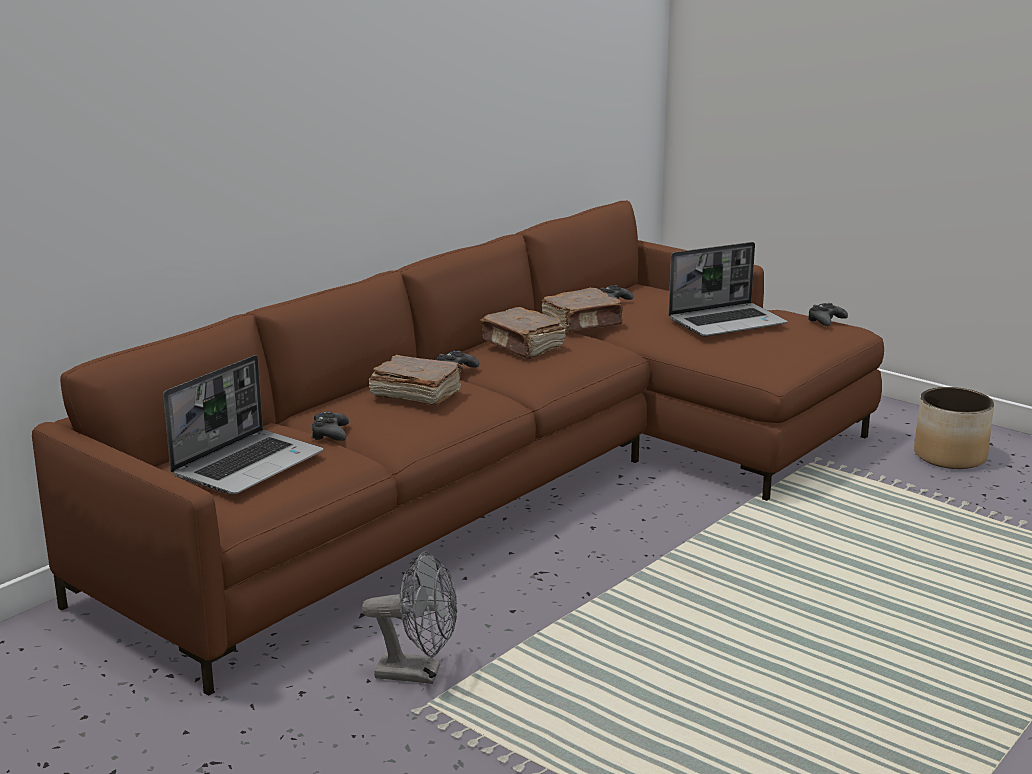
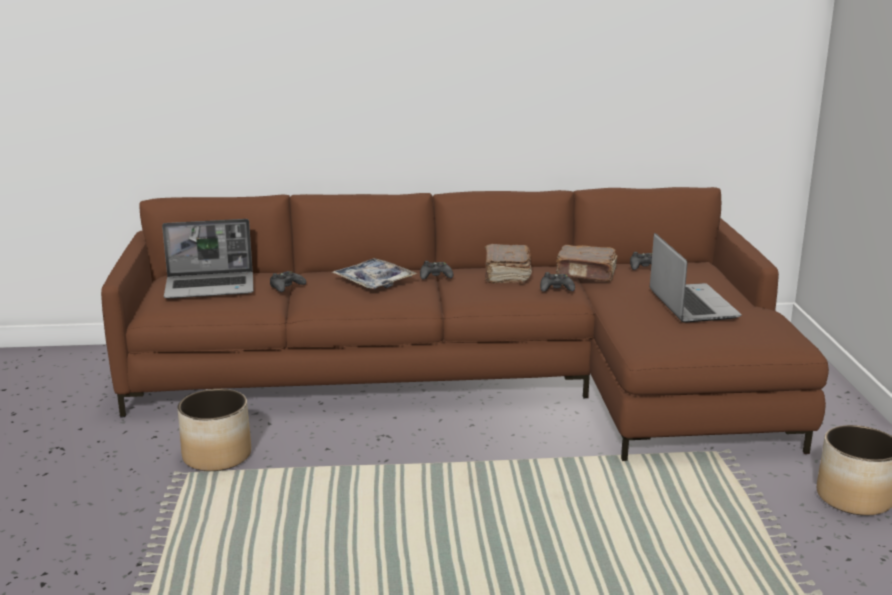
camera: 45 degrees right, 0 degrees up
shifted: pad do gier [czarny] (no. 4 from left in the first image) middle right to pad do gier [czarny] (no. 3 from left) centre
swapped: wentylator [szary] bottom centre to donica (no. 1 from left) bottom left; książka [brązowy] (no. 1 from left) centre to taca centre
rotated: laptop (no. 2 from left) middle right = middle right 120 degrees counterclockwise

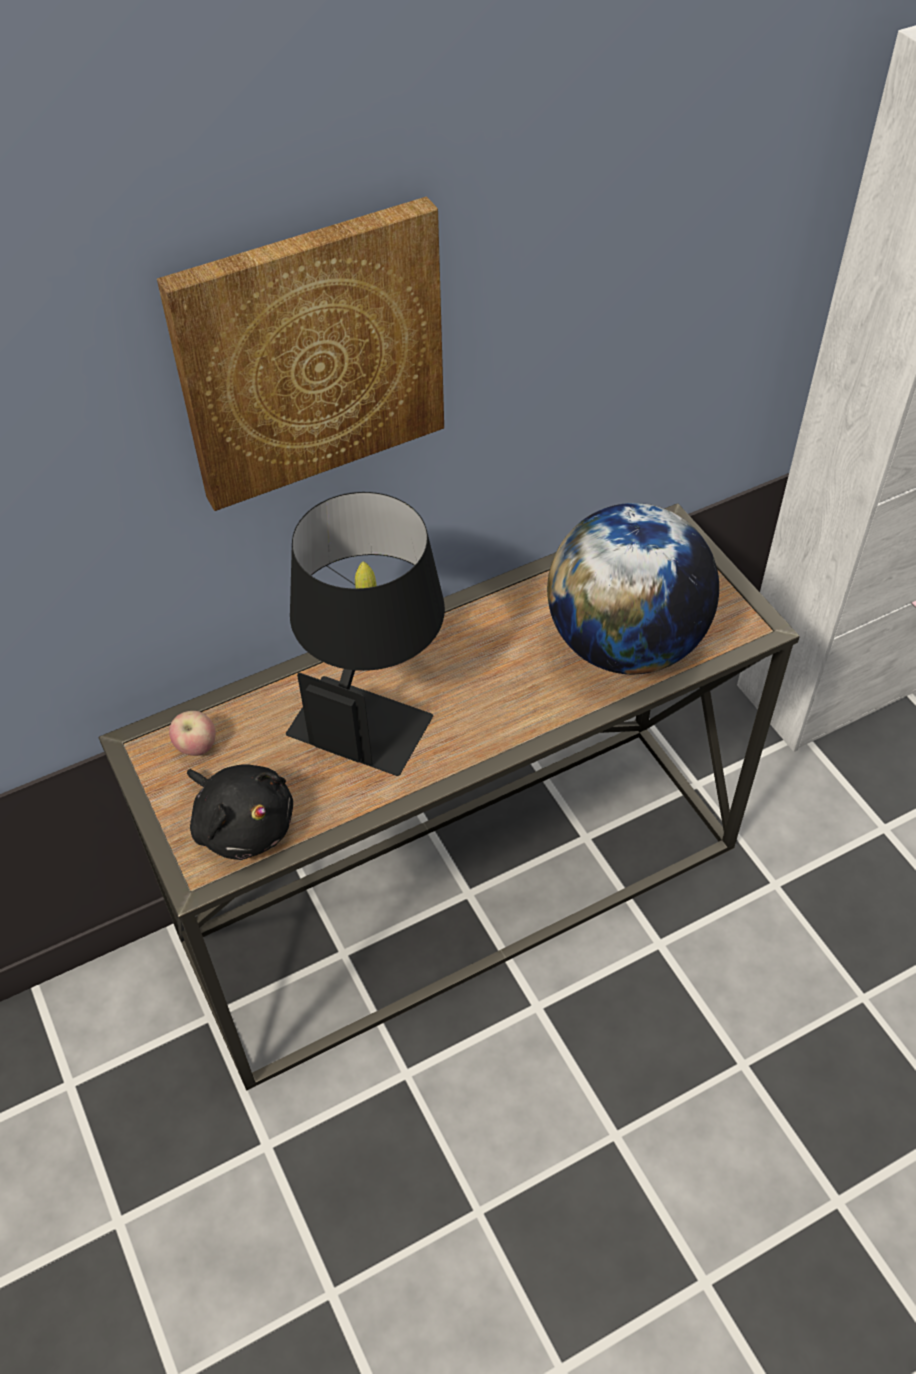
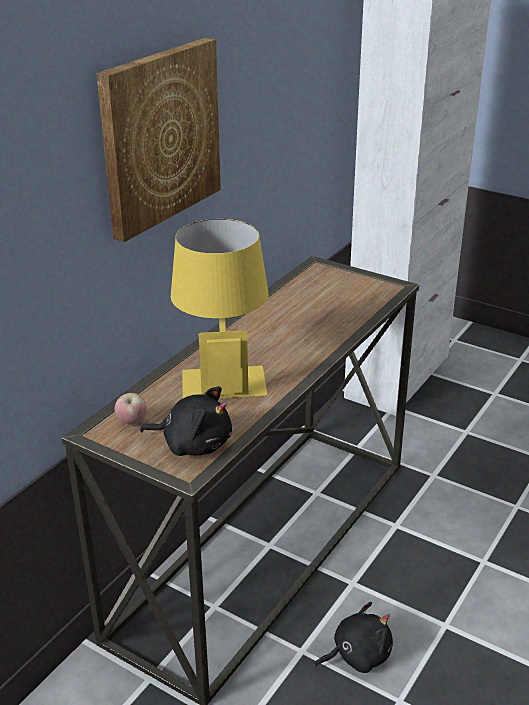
camera: 30 degrees left, 20 degrees down
gone: globus middle right
new: pluszak [czarny] (no. 2 from left) bottom right
repainted: lampa stołowa [czarny] centre to lampa stołowa [żółty] centre

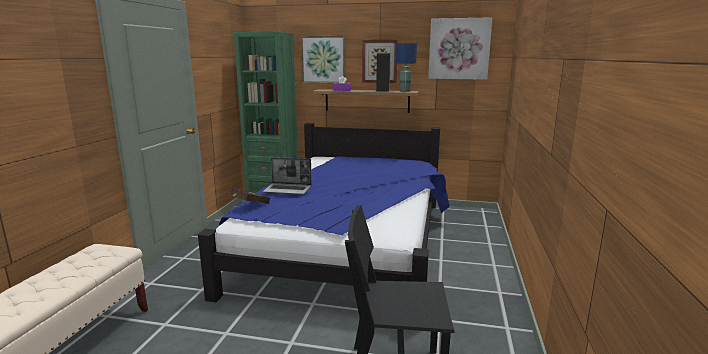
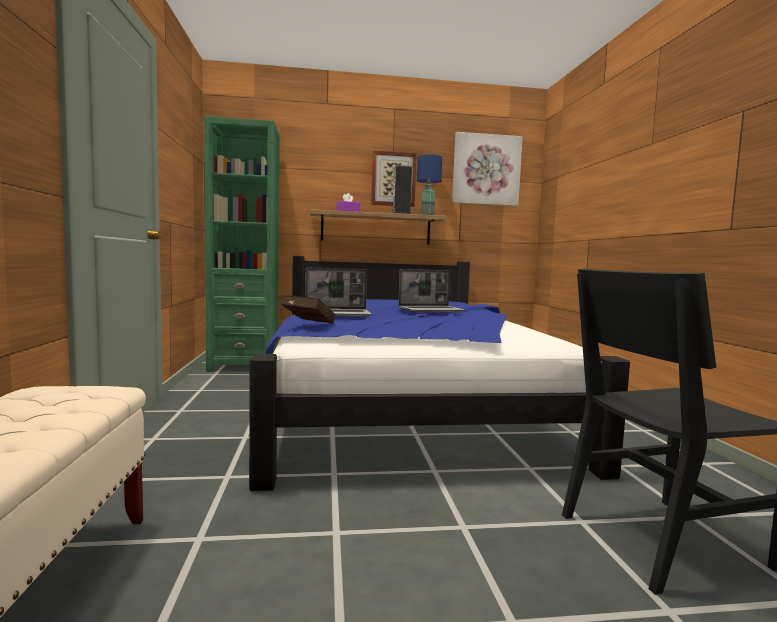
camera: 20 degrees left, 10 degrees down
gone: obraz (no. 1 from left) top centre
new: laptop (no. 2 from left) centre

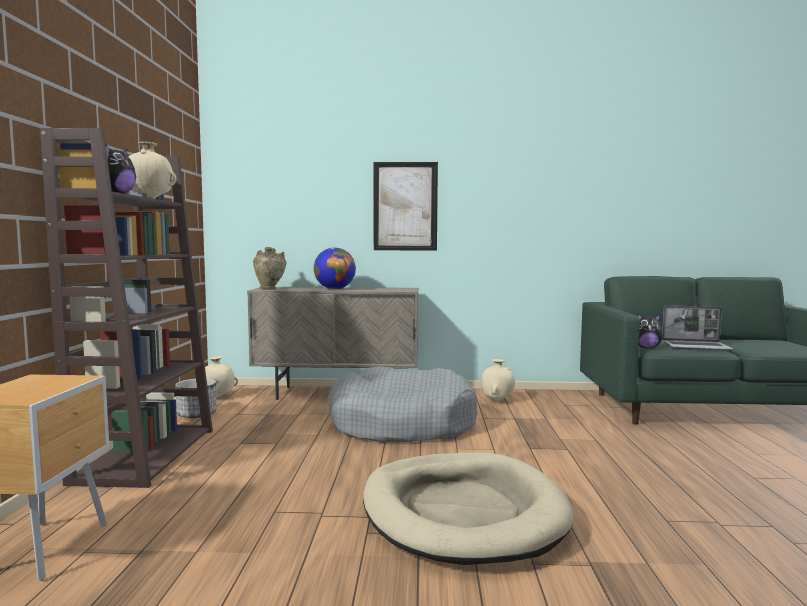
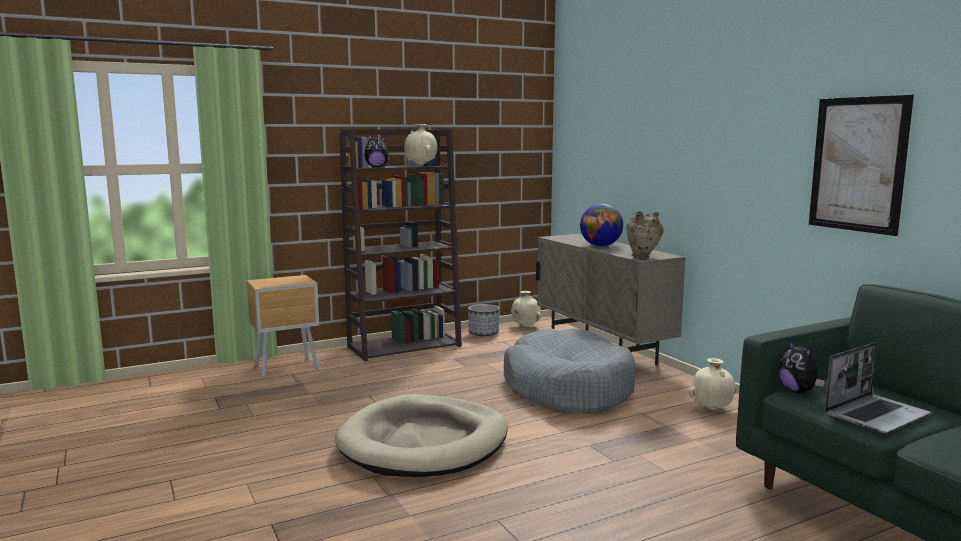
camera: 60 degrees right, 5 degrees up
shifted: wazon [beżowy] (no. 3 from left) centre to middle right; obraz centre to top right
rotated: laptop middle right = bottom right 105 degrees counterclockwise

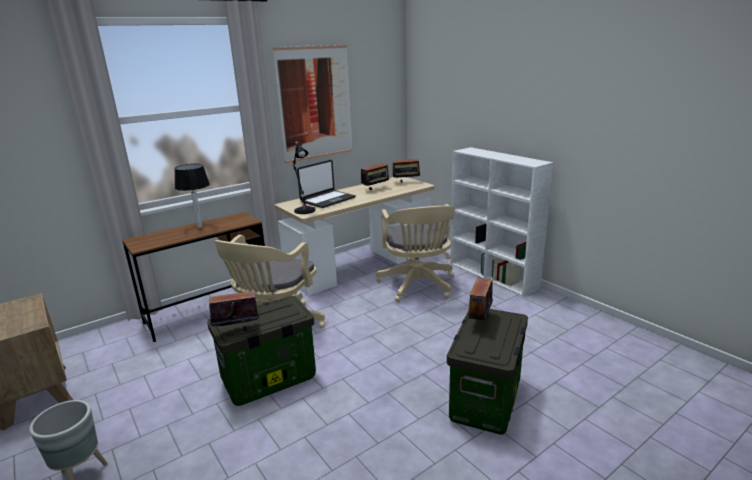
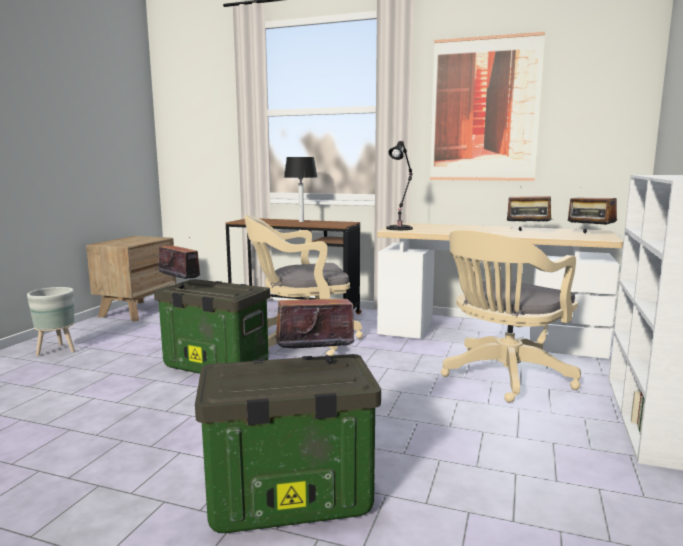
camera: 55 degrees right, 10 degrees down
gone: laptop centre

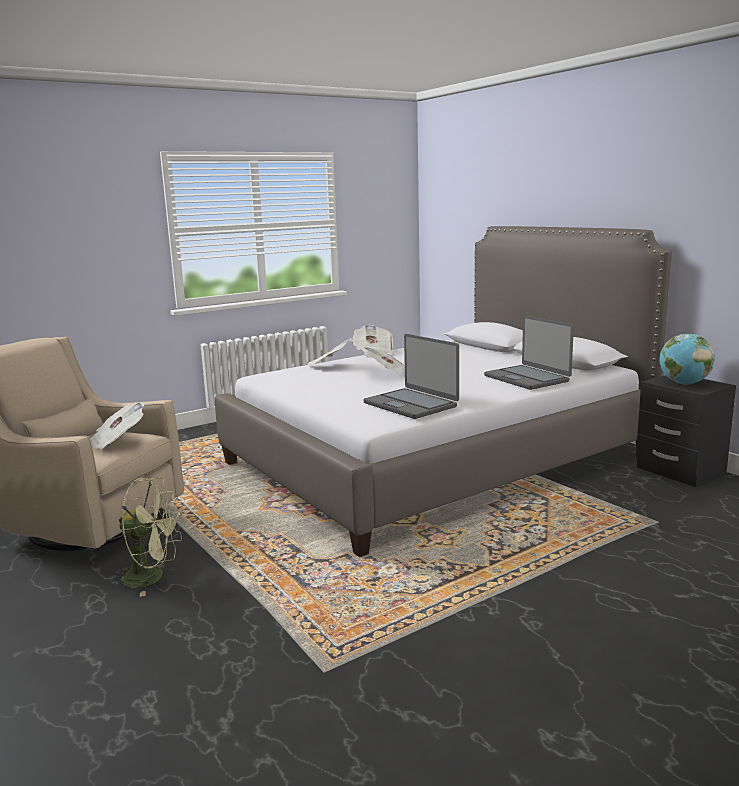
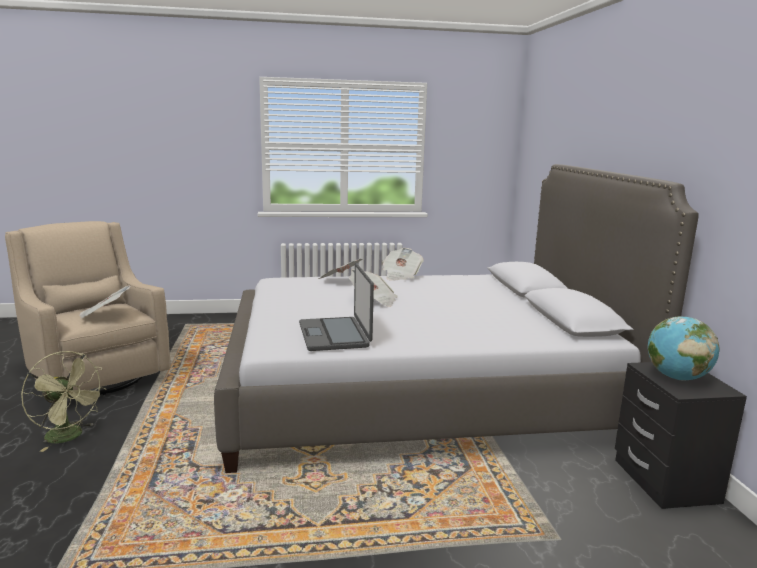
camera: 25 degrees right, 0 degrees up
gone: laptop (no. 2 from left) middle right

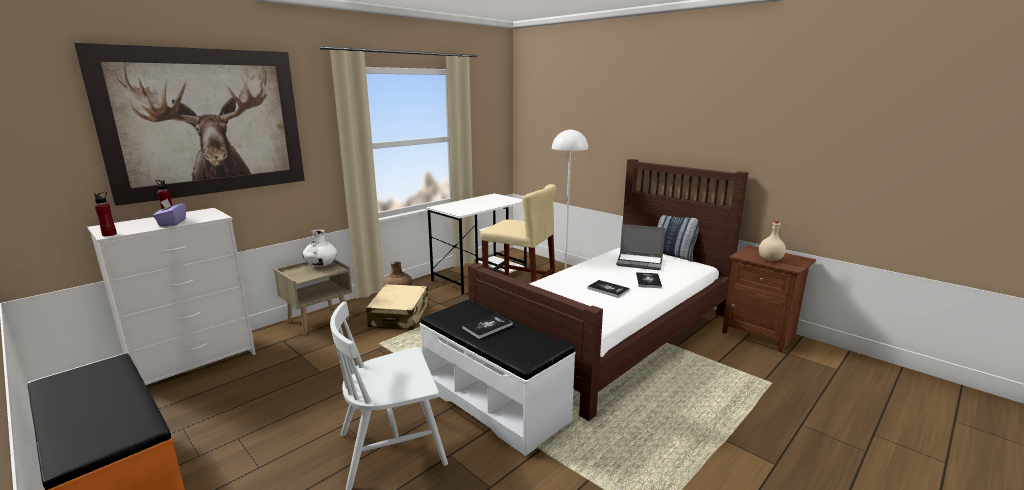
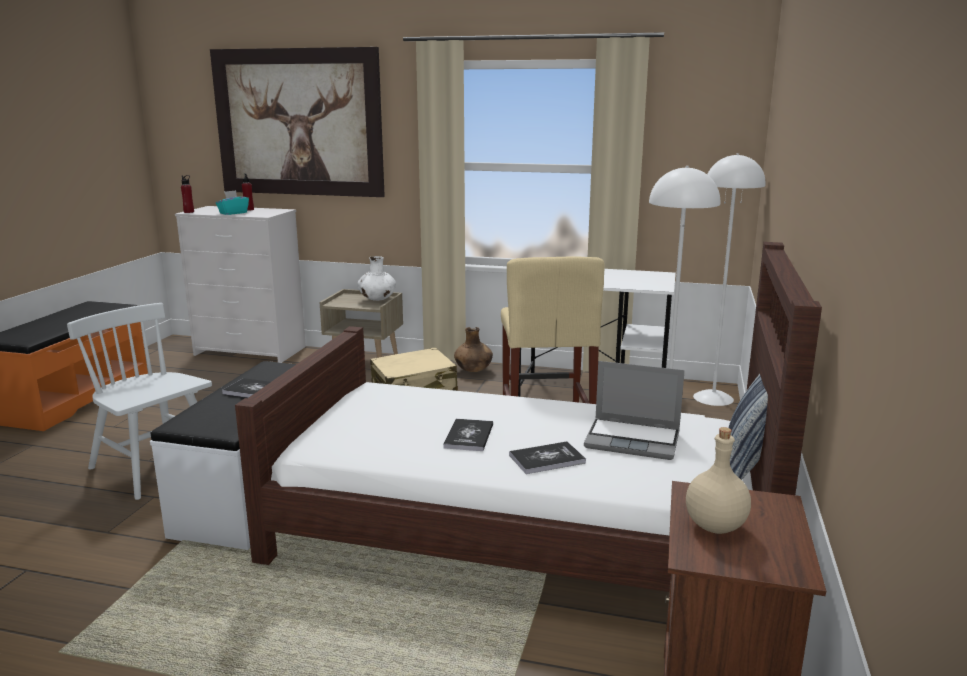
camera: 60 degrees right, 0 degrees up
new: lampa stojąca [biały] (no. 2 from left) middle right
repainted: pudełko chusteczek [fioletowy] middle left to pudełko chusteczek [turkusowy] top left
rotated: laptop centre = centre 60 degrees counterclockwise

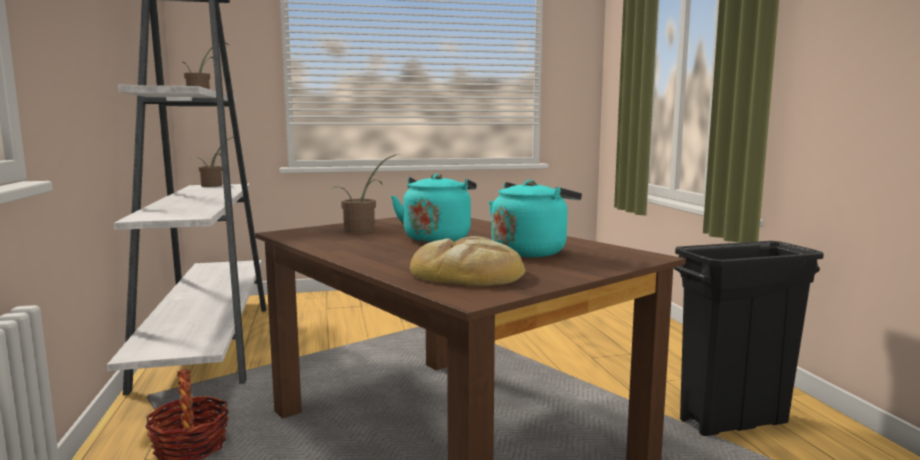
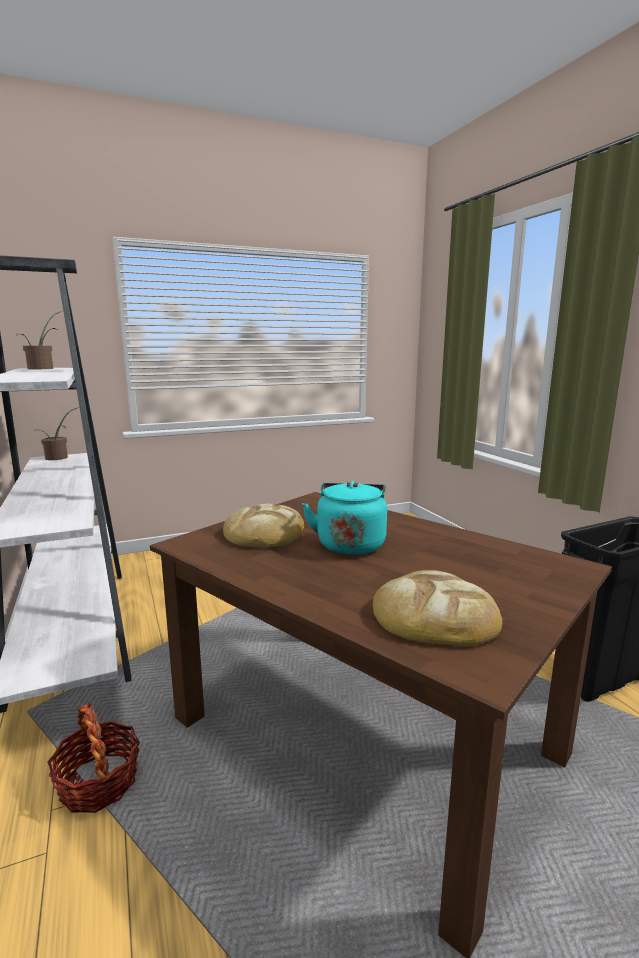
camera: 10 degrees left, 5 degrees up
gone: czajnik [turkusowy] (no. 2 from left) centre
swapped: roślina doniczkowa (no. 3 from left) centre to chleb (no. 1 from left) centre

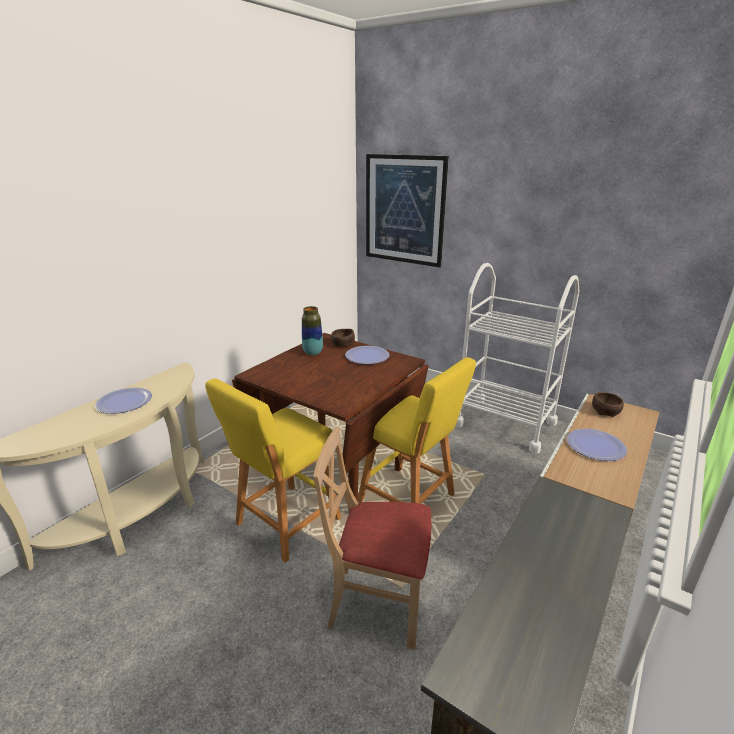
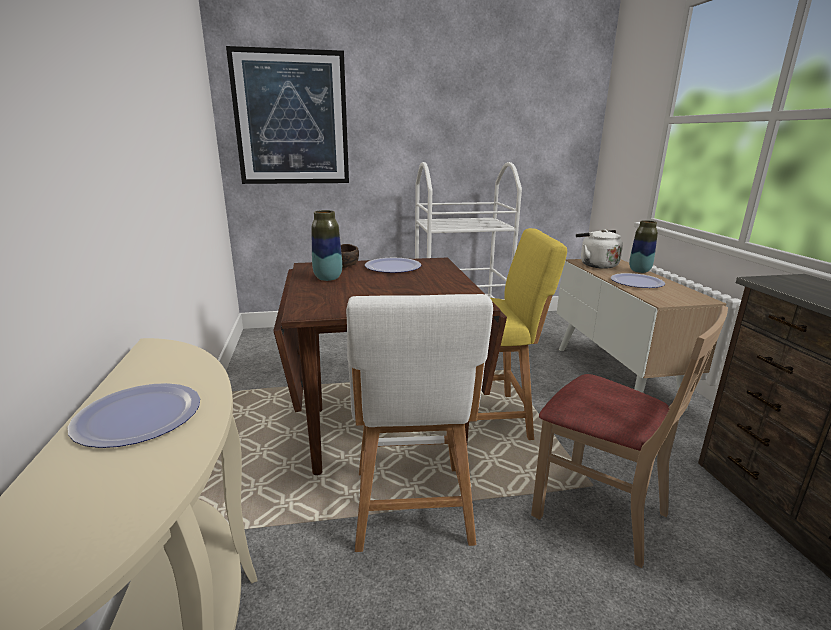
camera: 45 degrees left, 5 degrees down
new: wazon (no. 2 from left) middle right
swapped: miska [brązowy] (no. 2 from left) middle right to czajnik [biały] middle right
repainted: stołek [żółty] (no. 1 from left) centre to stołek [biały] bottom centre
rotated: krzesło [beżowy] bottom centre = bottom right 105 degrees counterclockwise

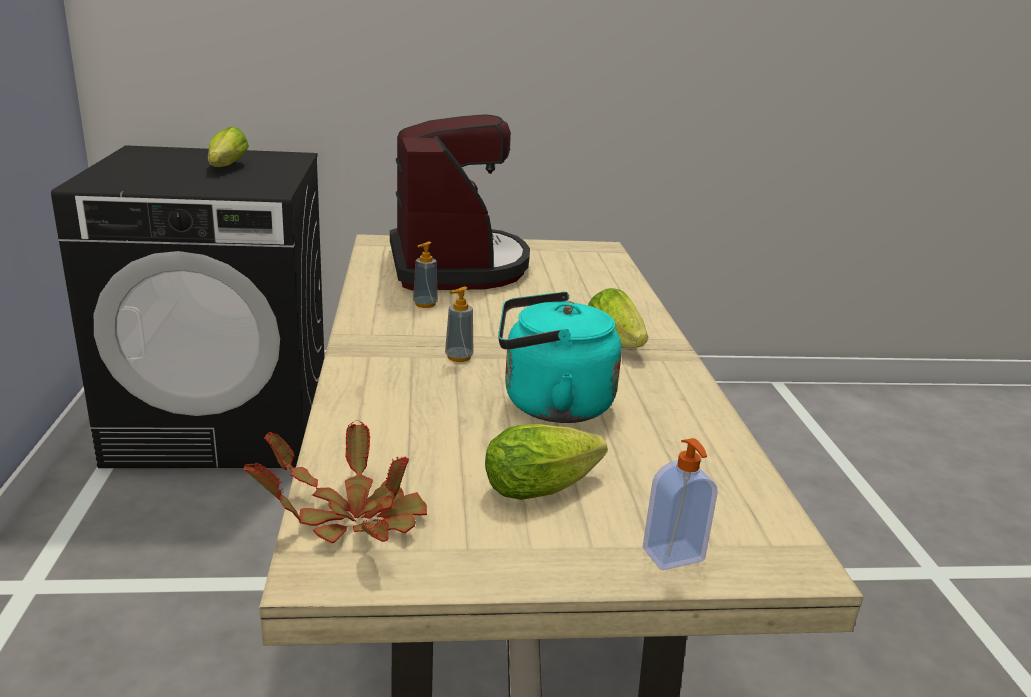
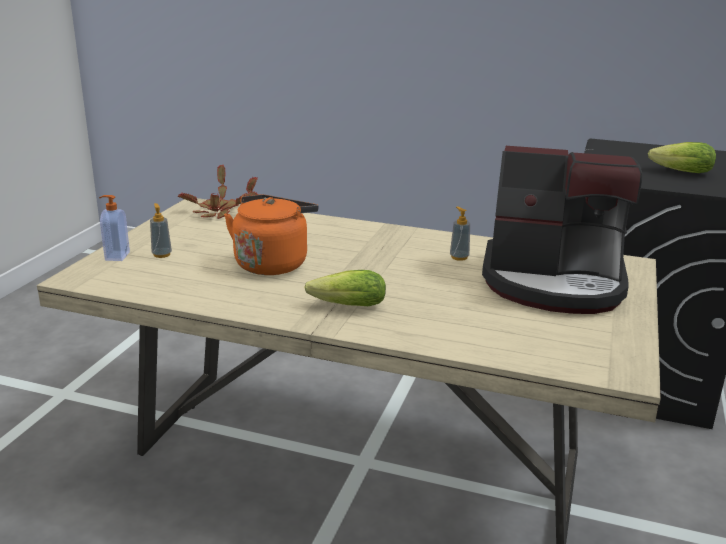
camera: 115 degrees right, 0 degrees up
gone: sałata (no. 2 from left) centre
shifted: dozownik mydła (no. 2 from left) centre to middle left
repainted: czajnik [turkusowy] centre to czajnik [pomarańczowy] centre

